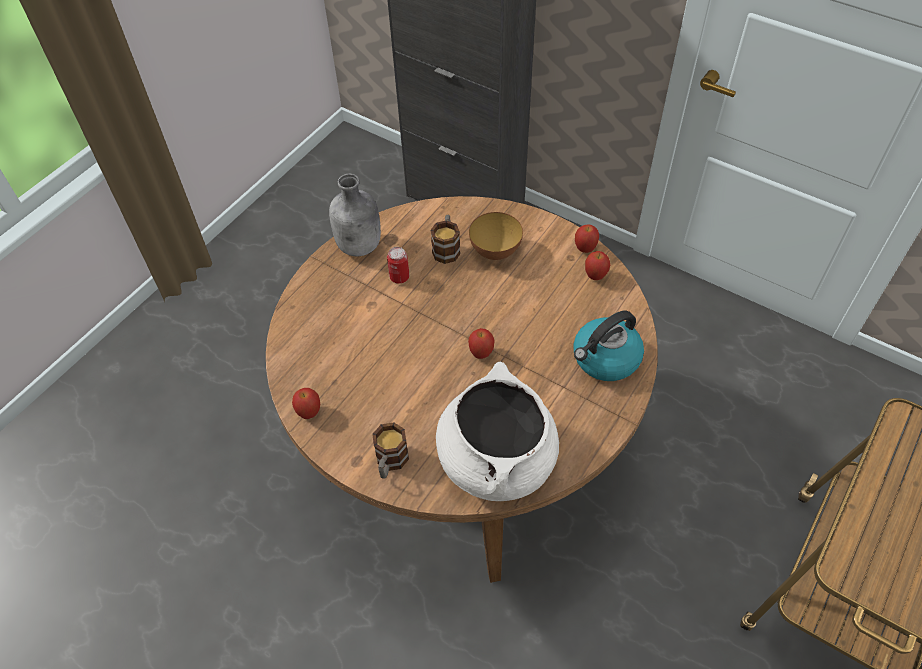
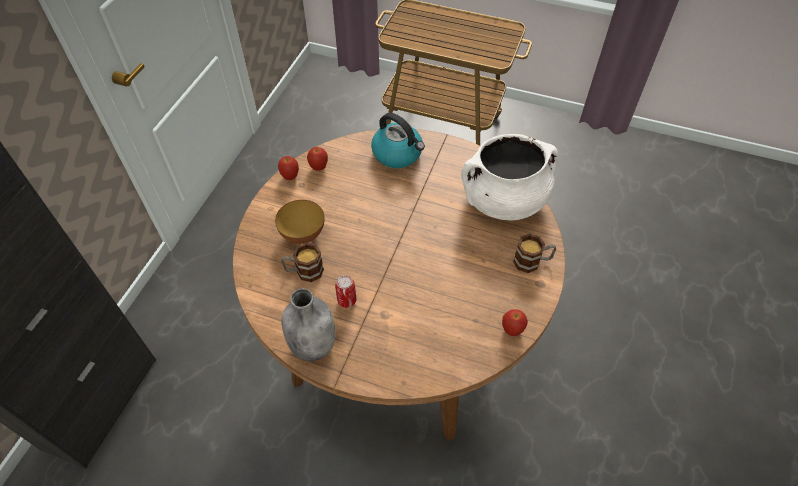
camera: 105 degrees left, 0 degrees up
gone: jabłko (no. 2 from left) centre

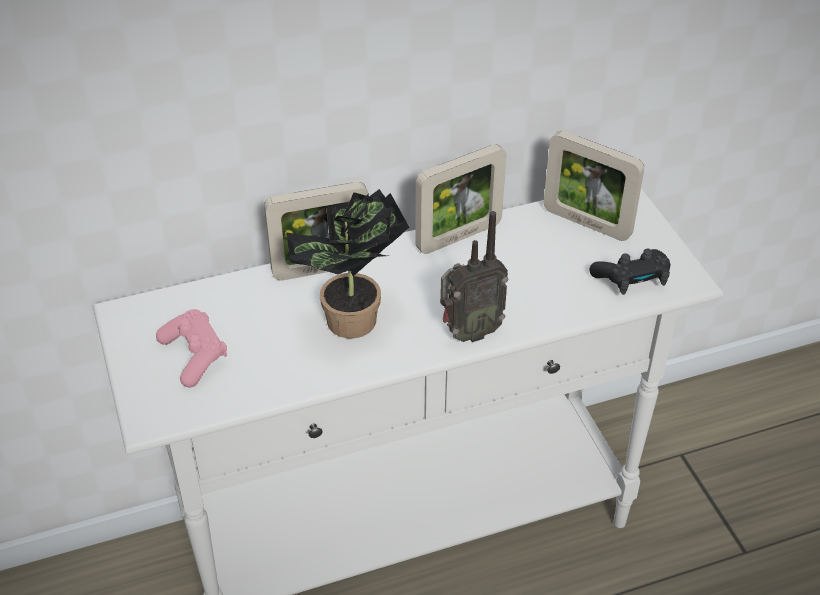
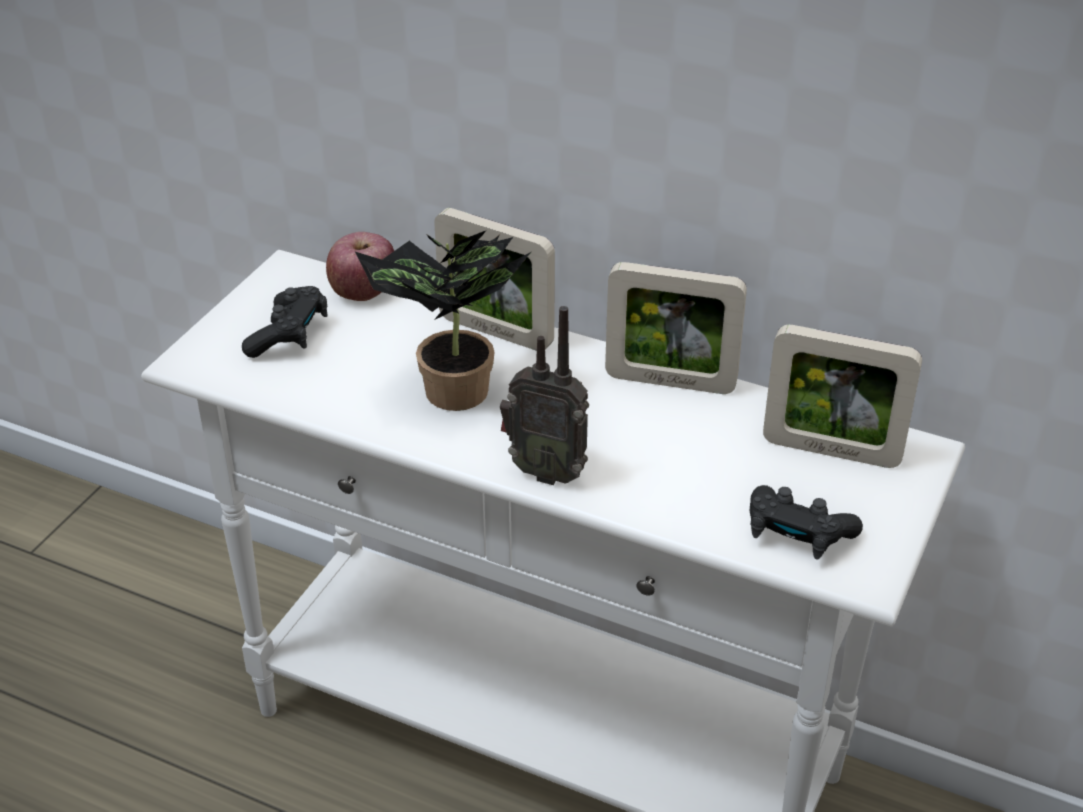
camera: 45 degrees right, 5 degrees down
new: jabłko top left
repainted: pad do gier [różowy] middle left to pad do gier [czarny] (no. 1 from left) middle left
rotated: ramka na zdjęcie (no. 3 from left) top right = middle right 60 degrees counterclockwise

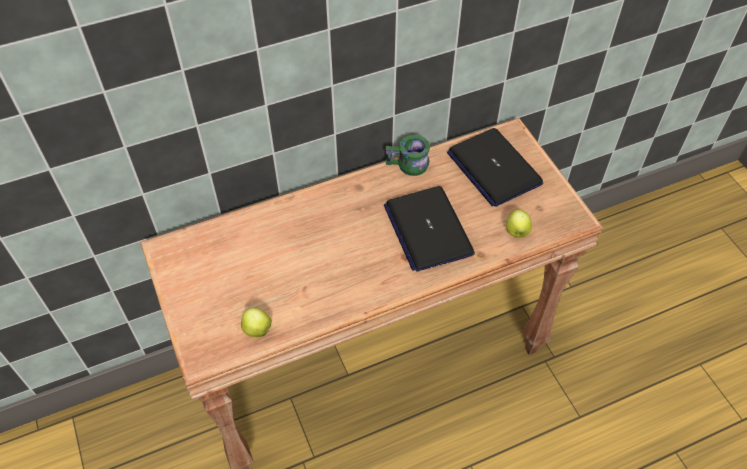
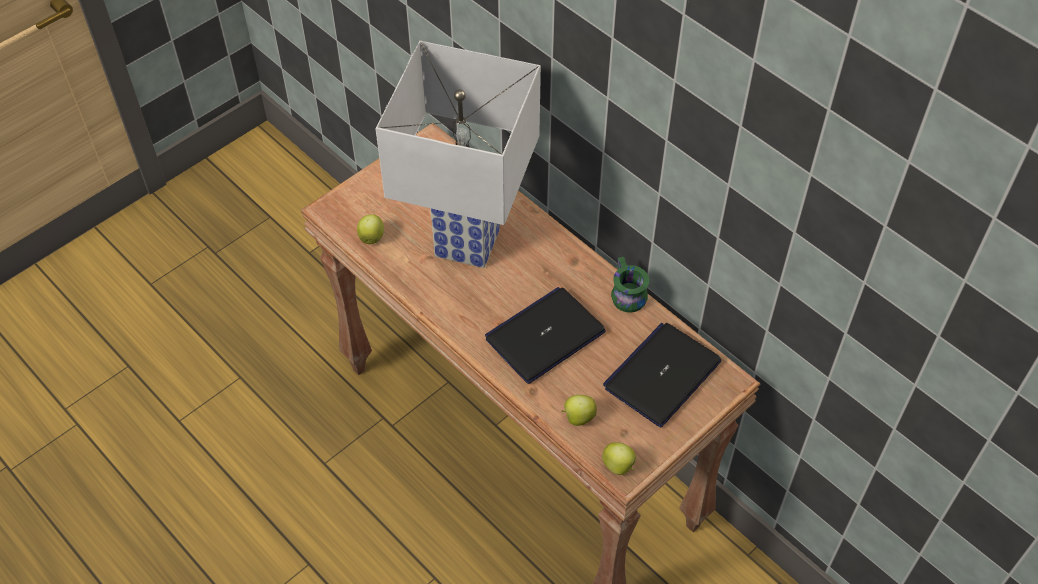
camera: 70 degrees right, 0 degrees up
new: lampa stołowa [biały] top centre; jabłko (no. 3 from left) bottom centre

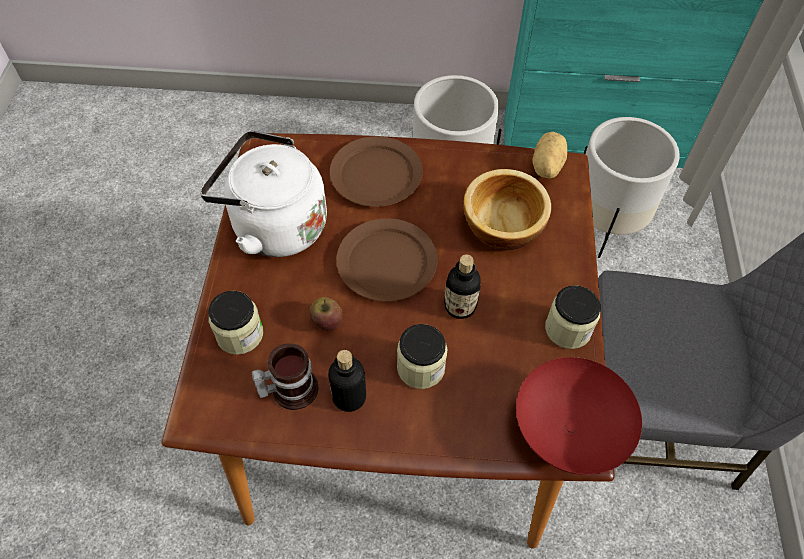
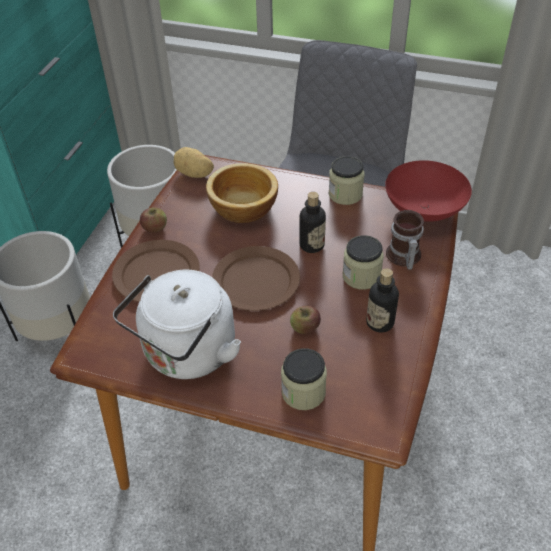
camera: 75 degrees left, 10 degrees down
new: jabłko (no. 1 from left) middle left
shifted: kubek bottom centre to middle right

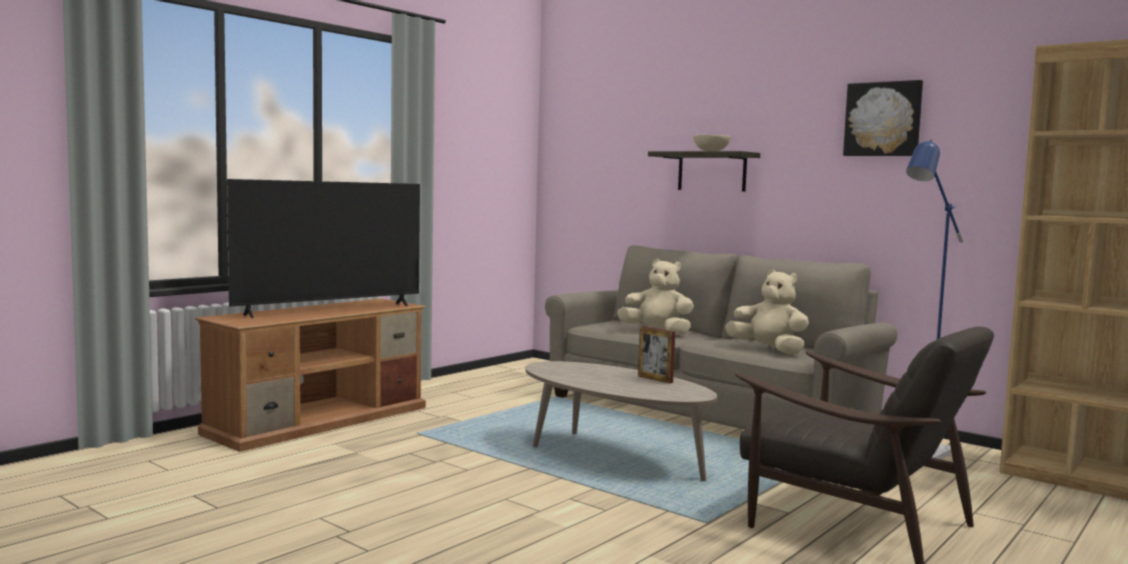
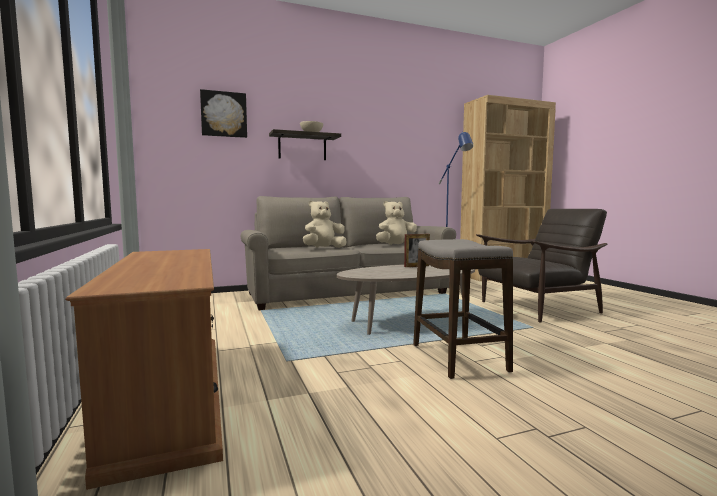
camera: 60 degrees left, 0 degrees up
gone: telewizor middle left
new: stołek centre
shifted: obraz top right to top left

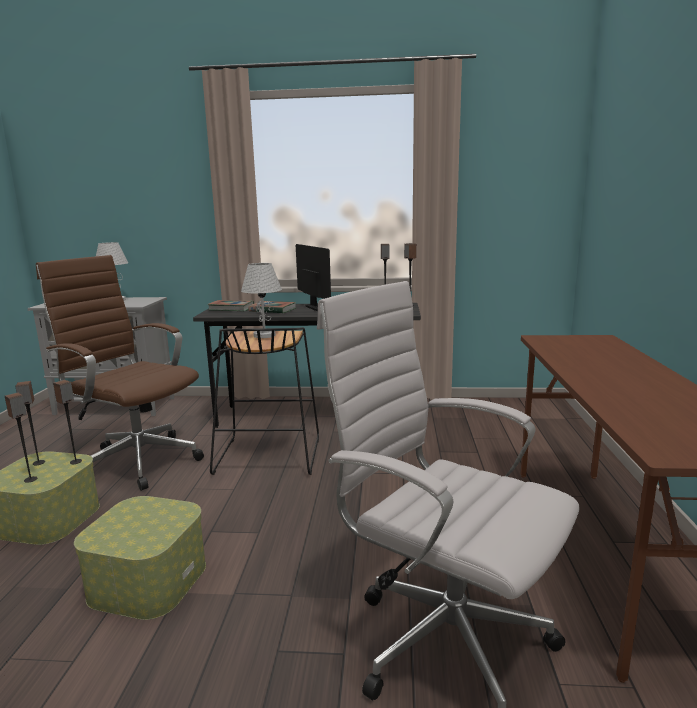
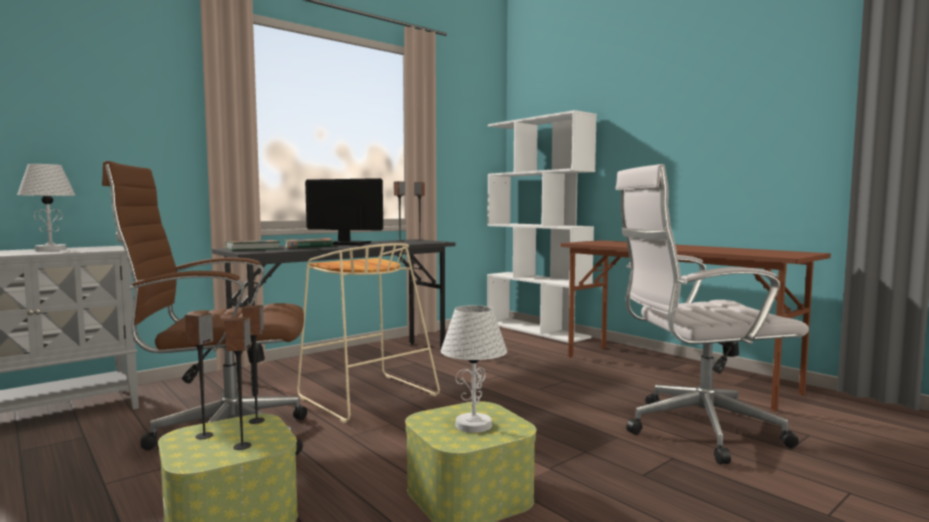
camera: 45 degrees left, 10 degrees down
new: regał [biały] centre
shifted: lampa stołowa [biały] (no. 2 from left) centre to bottom centre
repainted: stołek [czarny] centre to stołek [beżowy] centre

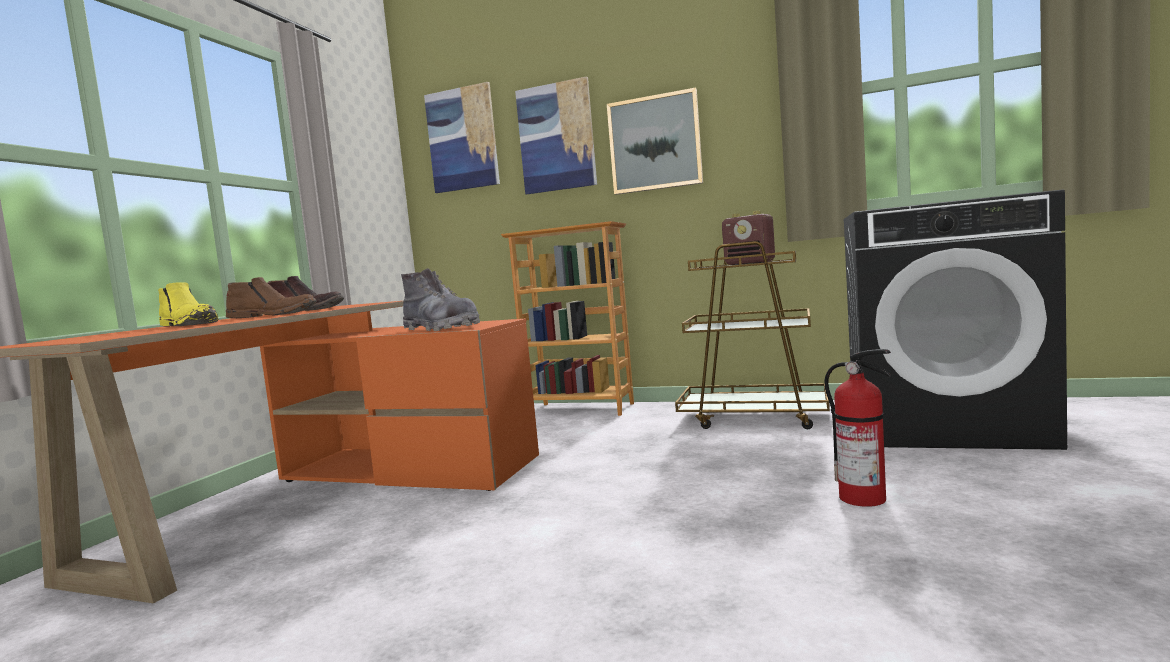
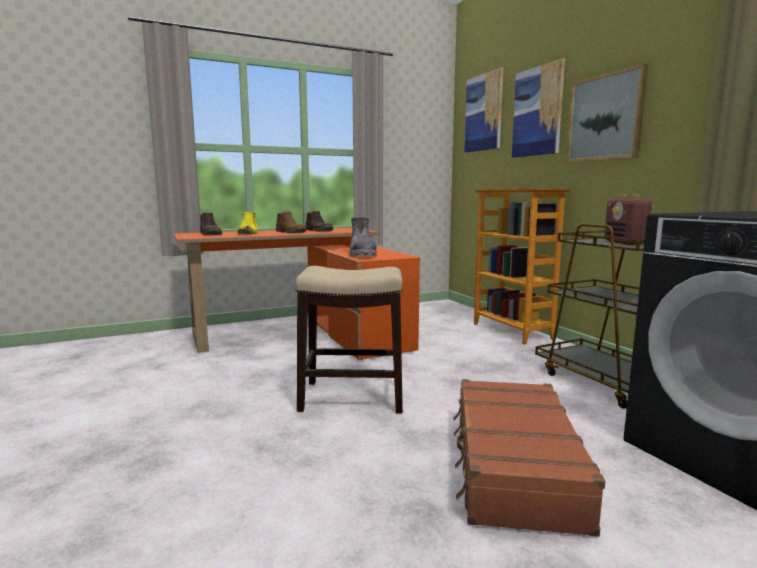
camera: 45 degrees right, 5 degrees up
new: but z cholewką [brązowy] (no. 1 from left) middle left; stołek centre
swapped: gaśnica middle right to walizka [brązowy] bottom right

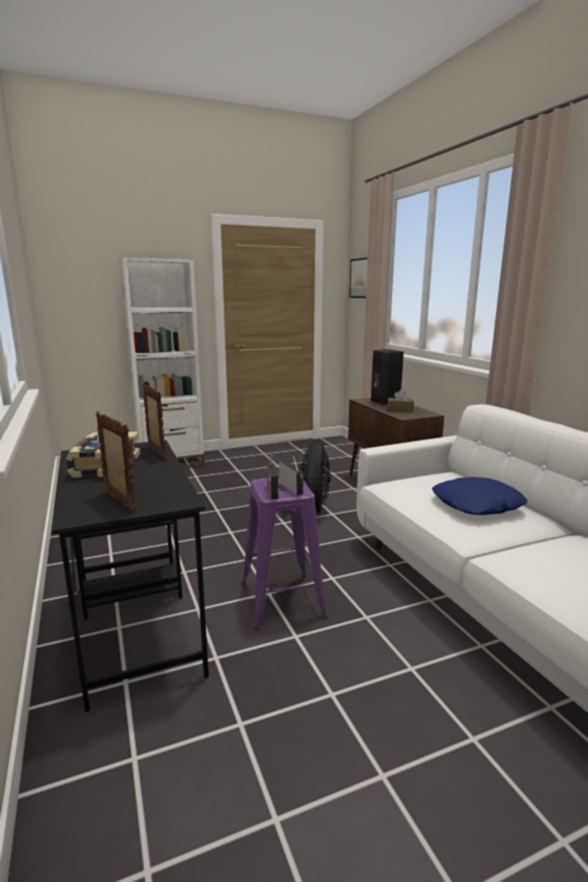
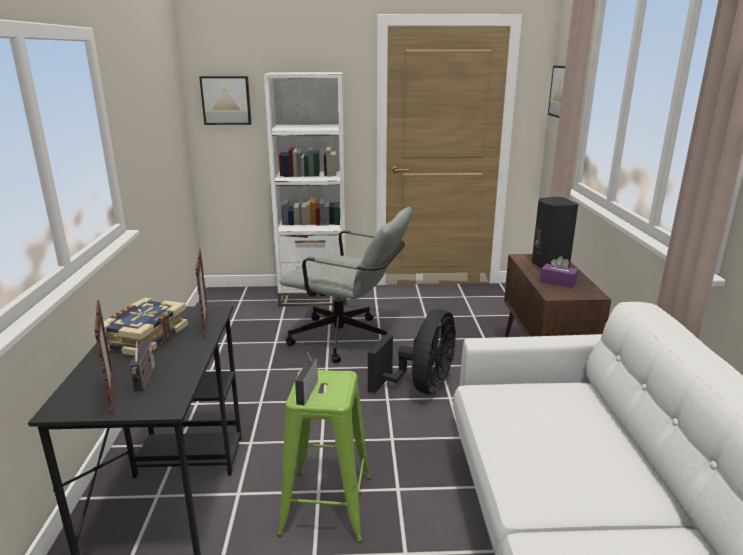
camera: 20 degrees right, 5 degrees up
gone: poduszka [niebieski] middle right
new: obraz (no. 1 from left) top left; krzesło biurowe [szary] centre
shifted: radio (no. 2 from left in the first image) centre to radio (no. 1 from left) middle left
repainted: stołek [fioletowy] centre to stołek [zielony] bottom centre; pudełko chusteczek [brązowy] middle right to pudełko chusteczek [fioletowy] middle right

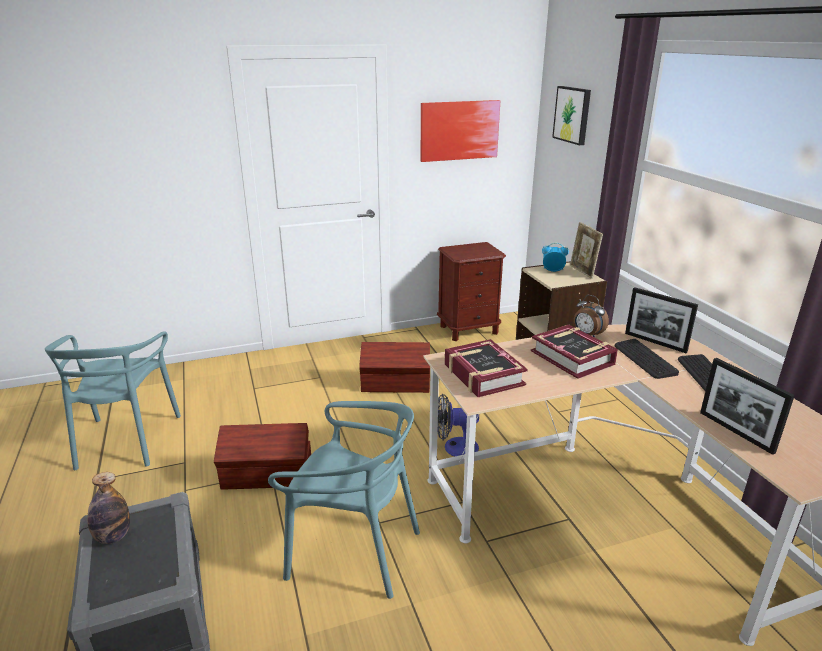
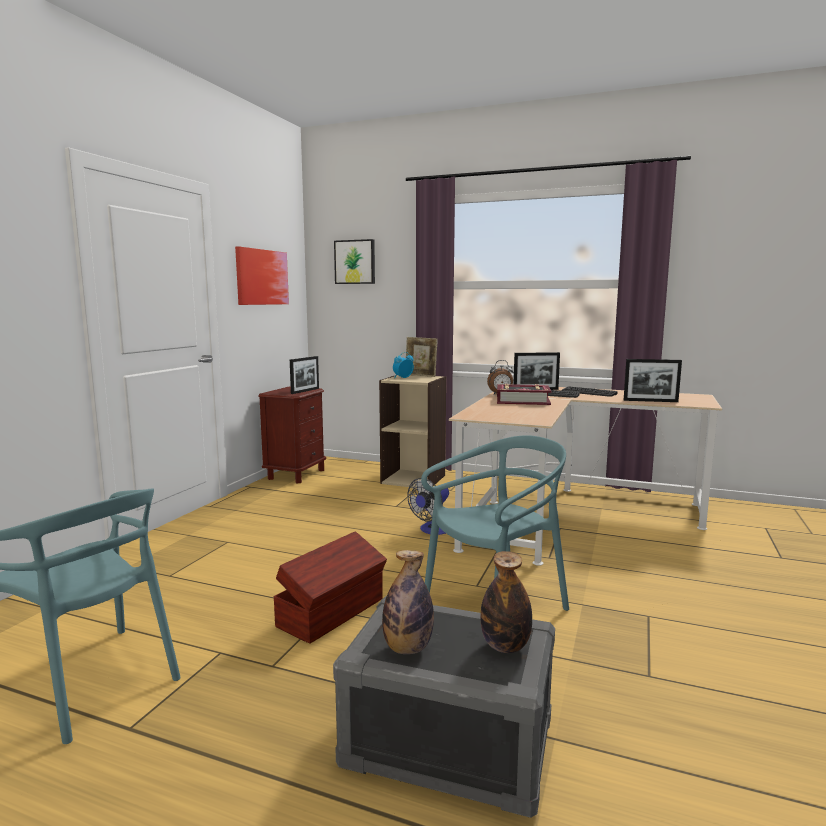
camera: 50 degrees left, 15 degrees down
gone: pojemnik do przechowywania [brązowy] (no. 2 from left) centre; książka (no. 1 from left) centre
new: ramka na zdjęcie (no. 1 from left) centre; butelka (no. 2 from left) bottom centre

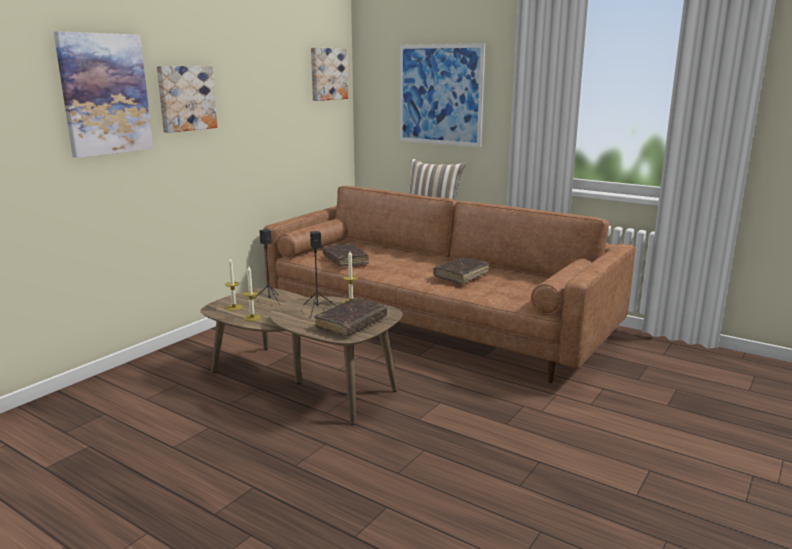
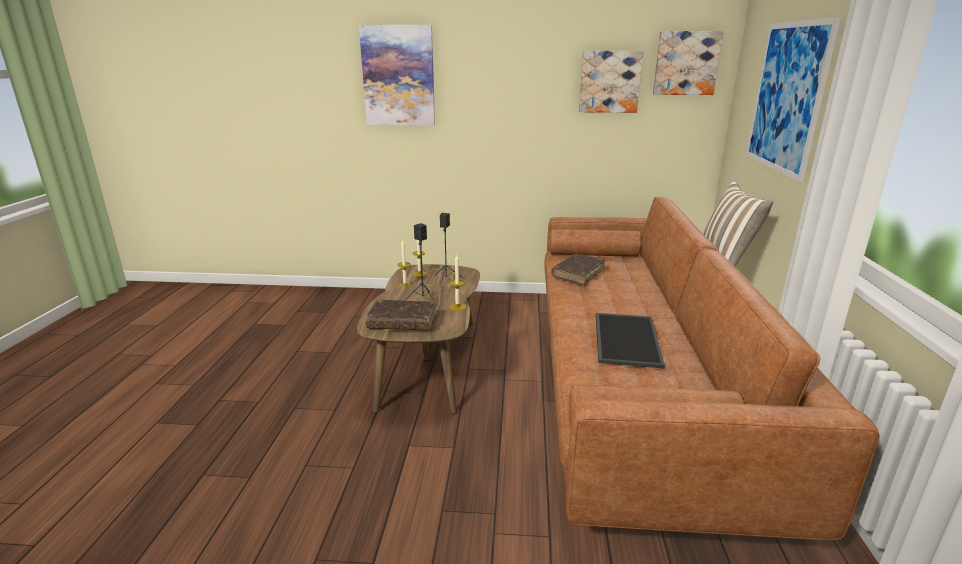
camera: 60 degrees right, 5 degrees up
shifted: obraz (no. 2 from left) top left to top centre
swapped: książka [brązowy] (no. 3 from left) centre to taca centre

